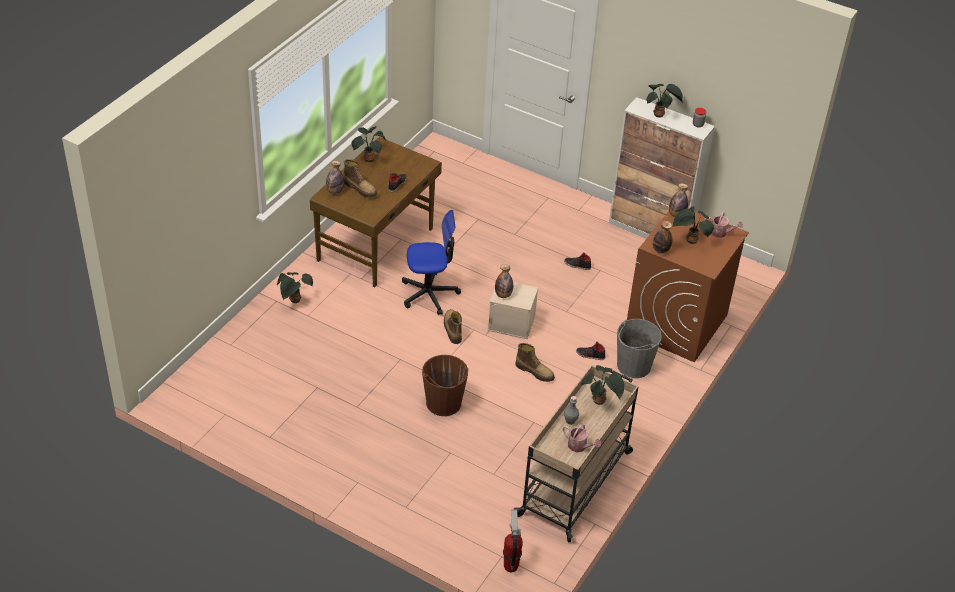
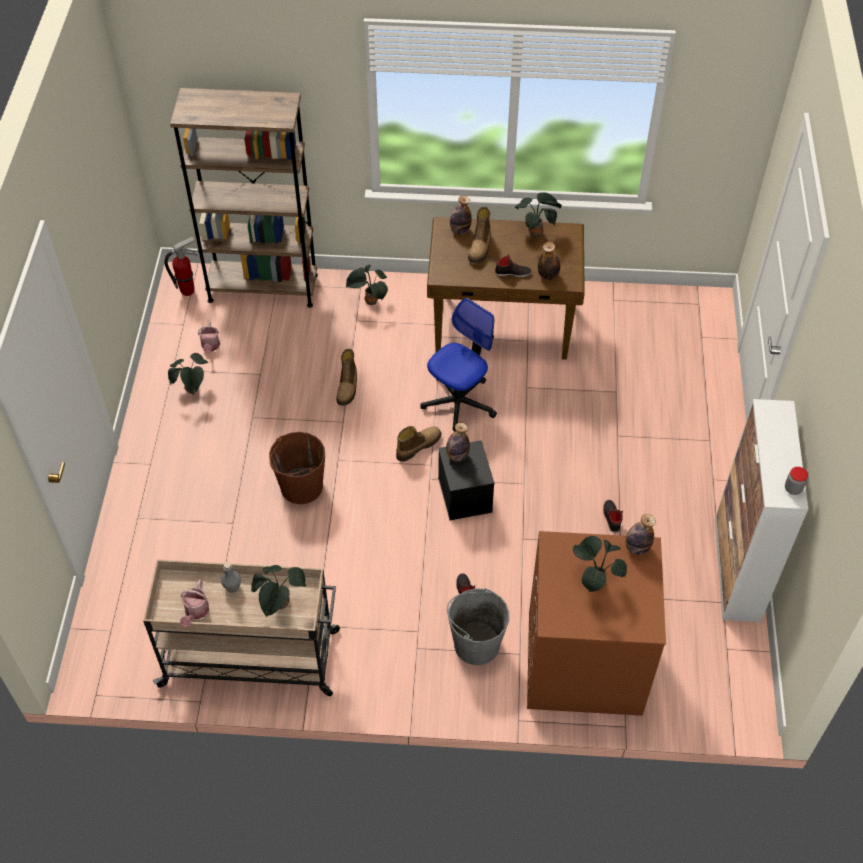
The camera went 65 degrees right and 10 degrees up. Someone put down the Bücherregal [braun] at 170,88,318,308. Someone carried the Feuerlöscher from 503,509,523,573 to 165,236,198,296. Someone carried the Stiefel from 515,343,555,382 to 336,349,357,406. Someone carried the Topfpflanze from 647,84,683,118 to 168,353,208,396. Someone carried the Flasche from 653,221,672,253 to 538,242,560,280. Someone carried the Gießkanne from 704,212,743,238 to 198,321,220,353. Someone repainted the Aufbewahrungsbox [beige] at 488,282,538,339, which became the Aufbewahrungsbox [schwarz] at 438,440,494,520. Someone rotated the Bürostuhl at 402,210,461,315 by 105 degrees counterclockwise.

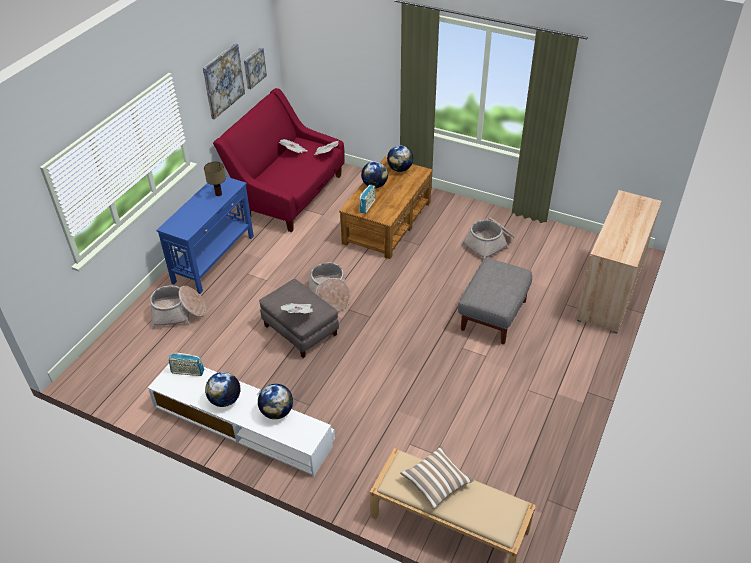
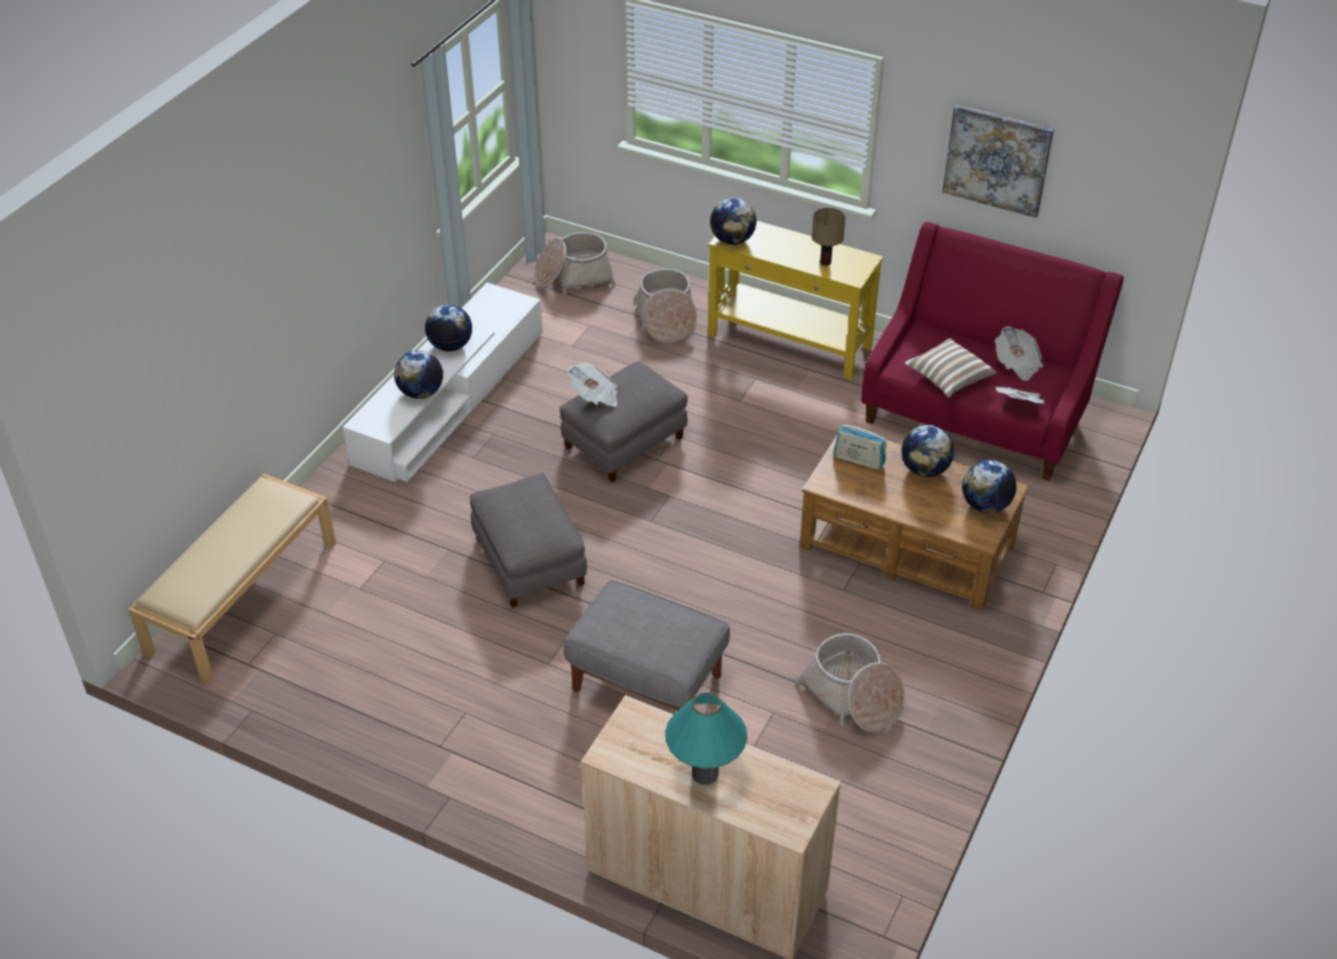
The camera went 90 degrees right and 0 degrees up. Someone took away the Radio at 169,352,204,376. Someone took away the Bild at 244,47,267,89. Someone put down the Polsterhocker [grau] at 470,473,587,608. Someone put down the Tischlampe [türkis] at 665,693,747,785. Someone put down the Globus at 710,198,757,245. Someone carried the Korb from 307,263,350,312 to 534,232,616,294. Someone carried the Kissen from 400,446,474,509 to 904,338,997,397. Someone repainted the Konsolentisch [blau] at 156,176,254,294, which became the Konsolentisch [gelb] at 708,221,883,379.

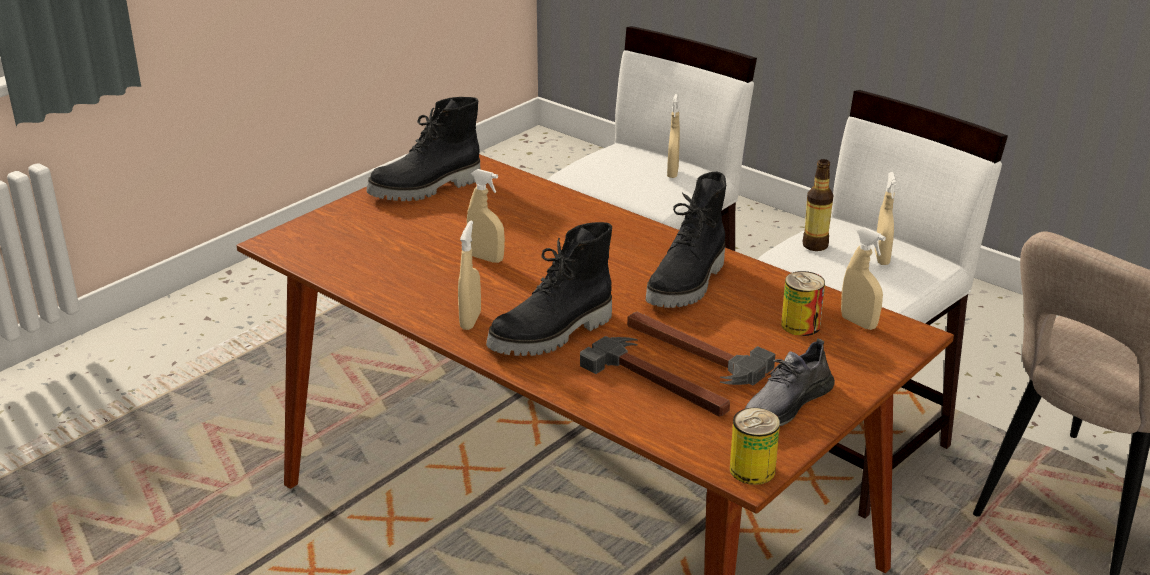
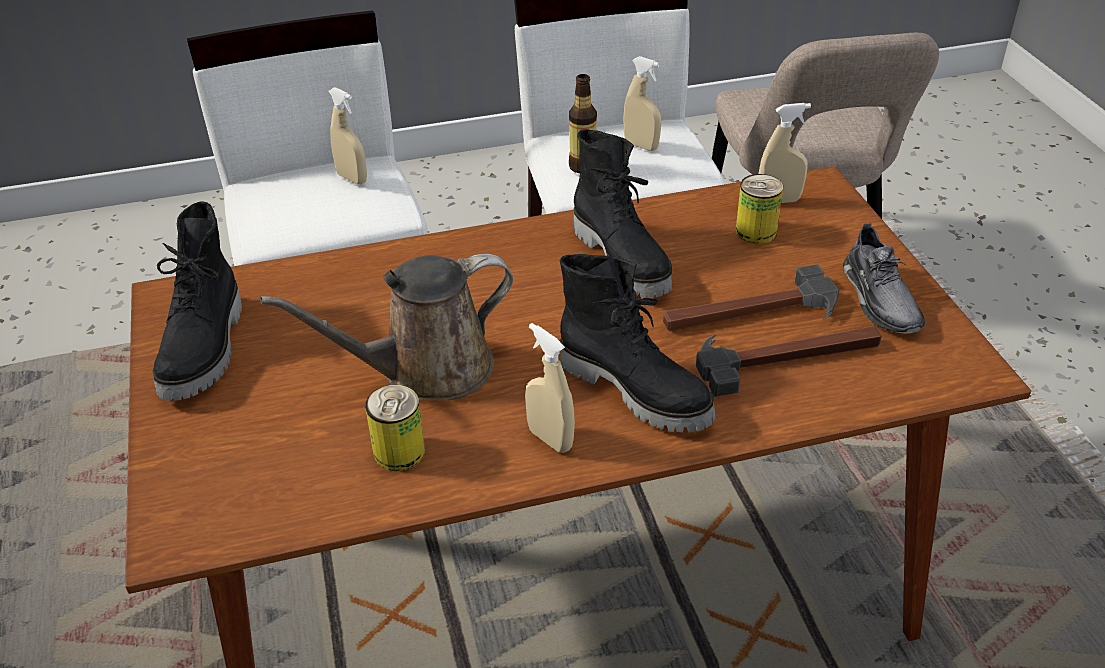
The camera went 55 degrees left and 10 degrees up. Someone carried the Dose from 730,408,780,485 to 365,385,425,471. Someone swapped the Sprühflasche [beige] at 467,169,505,263 for the Gießkanne [braun] at 260,254,513,400. Someone rotated the Stiefel [schwarz] at 486,222,612,356 by 45 degrees counterclockwise.

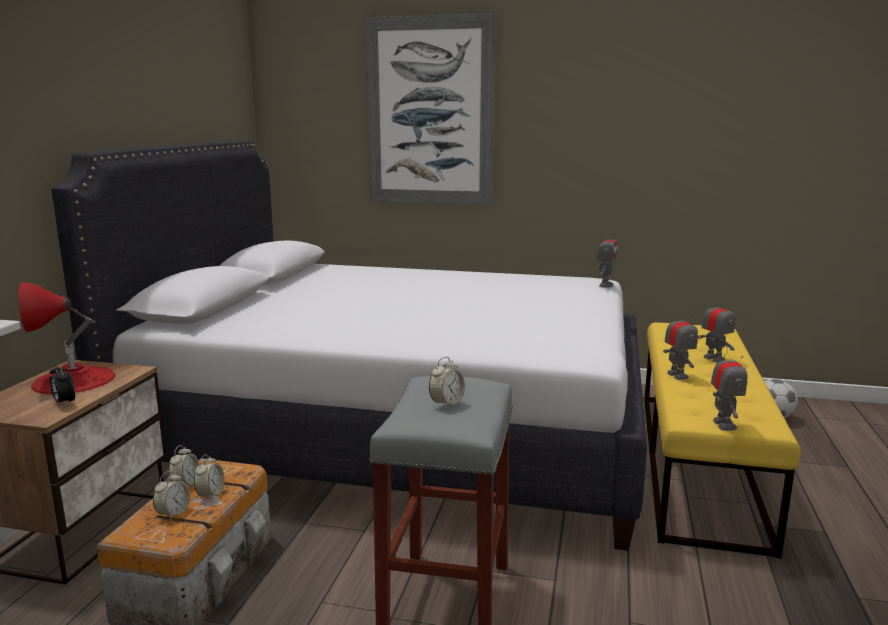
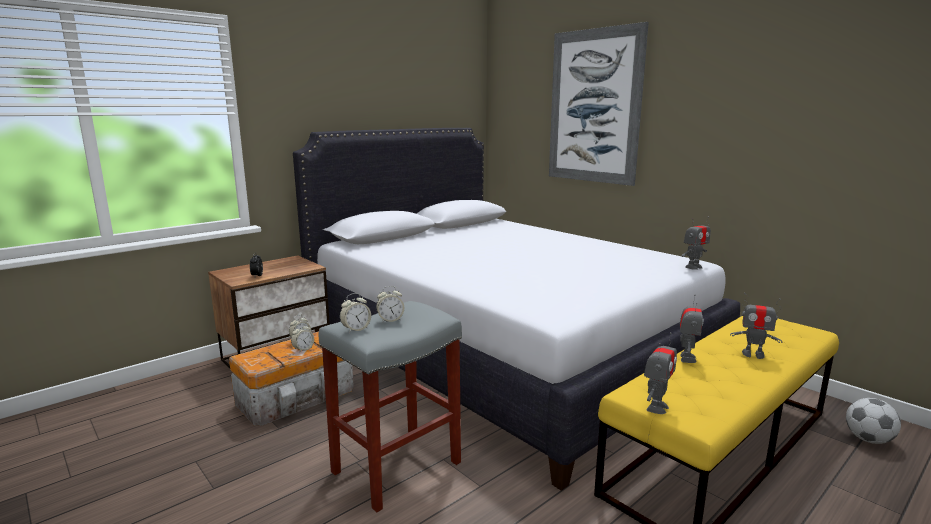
The camera went 35 degrees right and 0 degrees up. Someone took away the Tischlampe [rot] at 19,282,116,395. Someone carried the Wecker from 153,471,190,521 to 340,293,371,333. Someone rotated the Spielzeugroboter at 698,296,735,363 by 105 degrees clockwise.

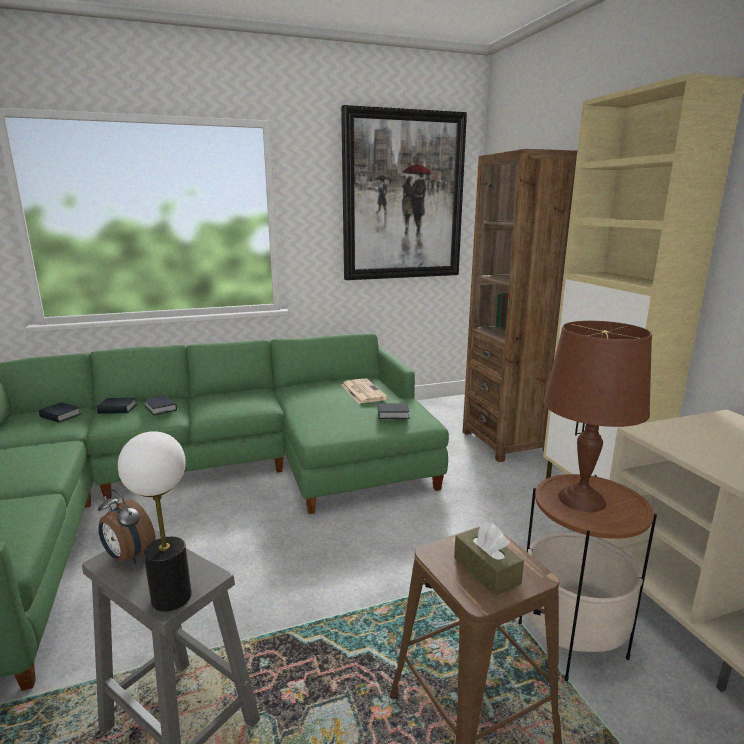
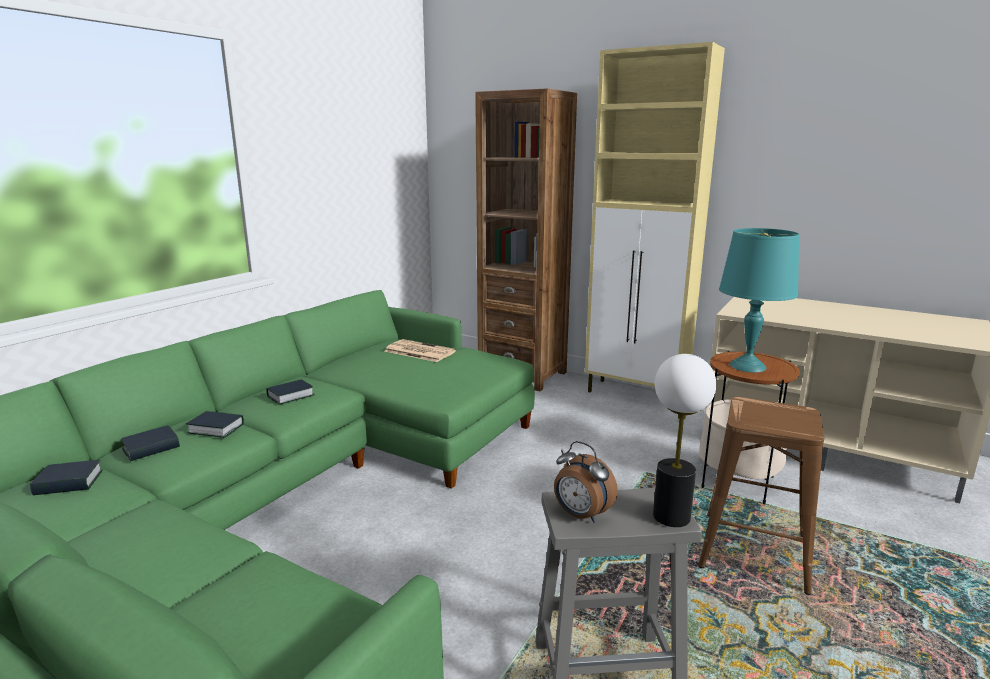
The camera went 40 degrees left and 0 degrees up. Someone took away the Bild at 341,105,467,280. Someone took away the Taschentuchbox [braun] at 454,521,524,596. Someone carried the Buch from 378,403,410,419 to 266,379,315,405. Someone repainted the Tischlampe [braun] at 544,321,652,512, which became the Tischlampe [türkis] at 719,228,799,373. Someone rotated the Wecker at 98,489,156,565 by 45 degrees clockwise.

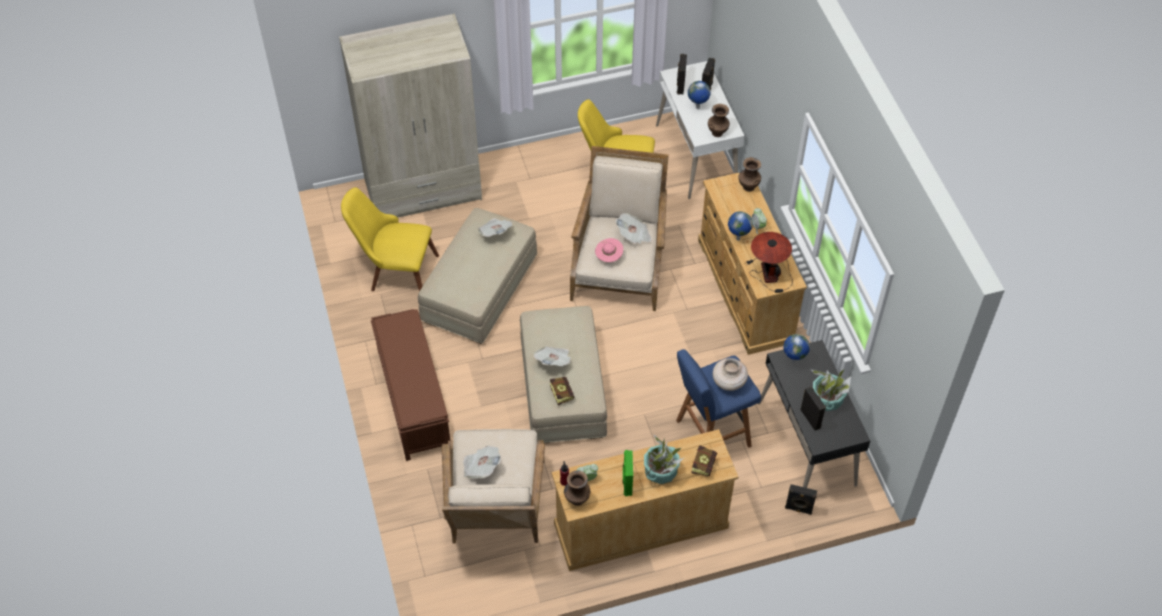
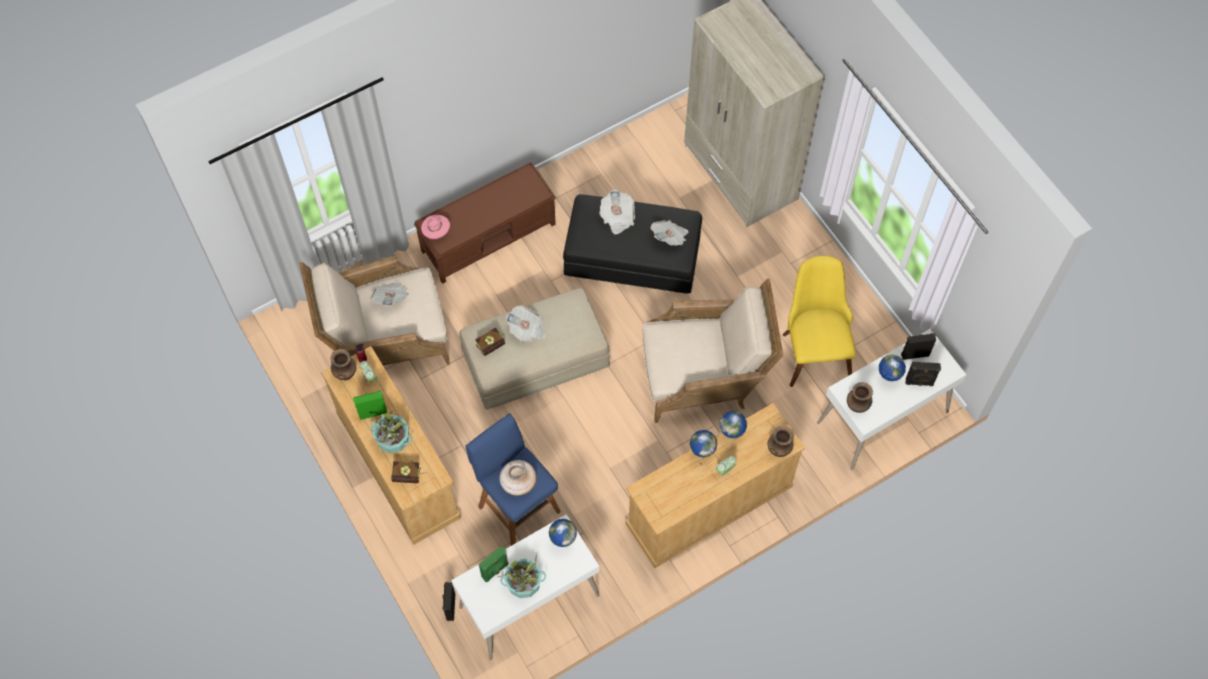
The camera went 75 degrees right and 10 degrees up. Someone took away the Stuhl [gelb] at 341,187,439,291. Someone took away the Tischlampe at 744,232,793,293. Someone put down the Globus at 720,411,747,438. Someone carried the Hut [rosa] from 595,238,623,262 to 421,215,450,239. Someone carried the Zeitung from 615,213,652,244 to 599,190,635,235. Someone repainted the Polsterhocker [beige] at 418,208,537,344, which became the Polsterhocker [schwarz] at 563,194,702,294. Someone repainted the Schreibtisch [schwarz] at 758,340,870,488, which became the Schreibtisch [weiß] at 451,514,599,660. Someone repainted the Lautsprecher [schwarz] at 801,386,826,431, which became the Lautsprecher [grün] at 479,546,508,582.

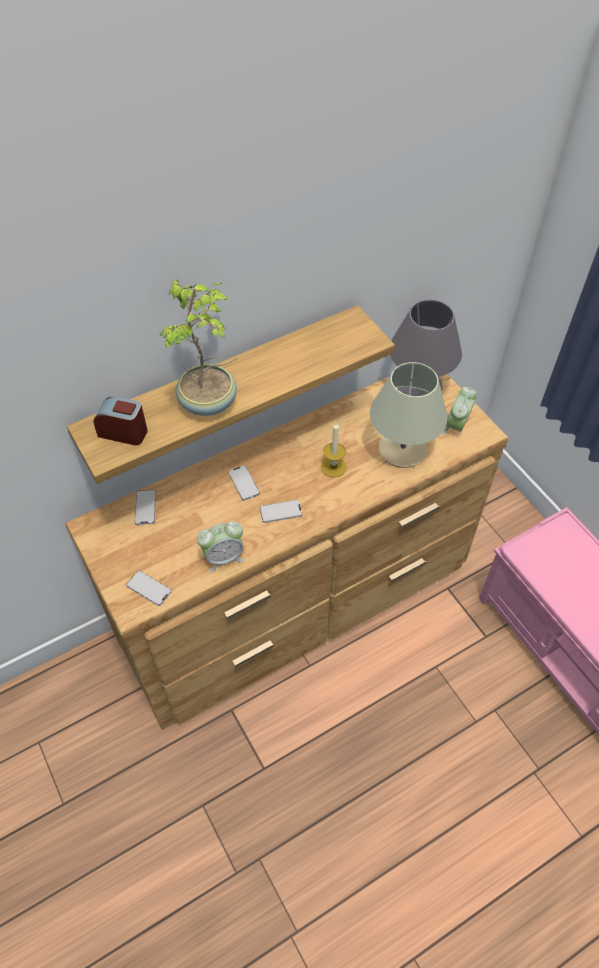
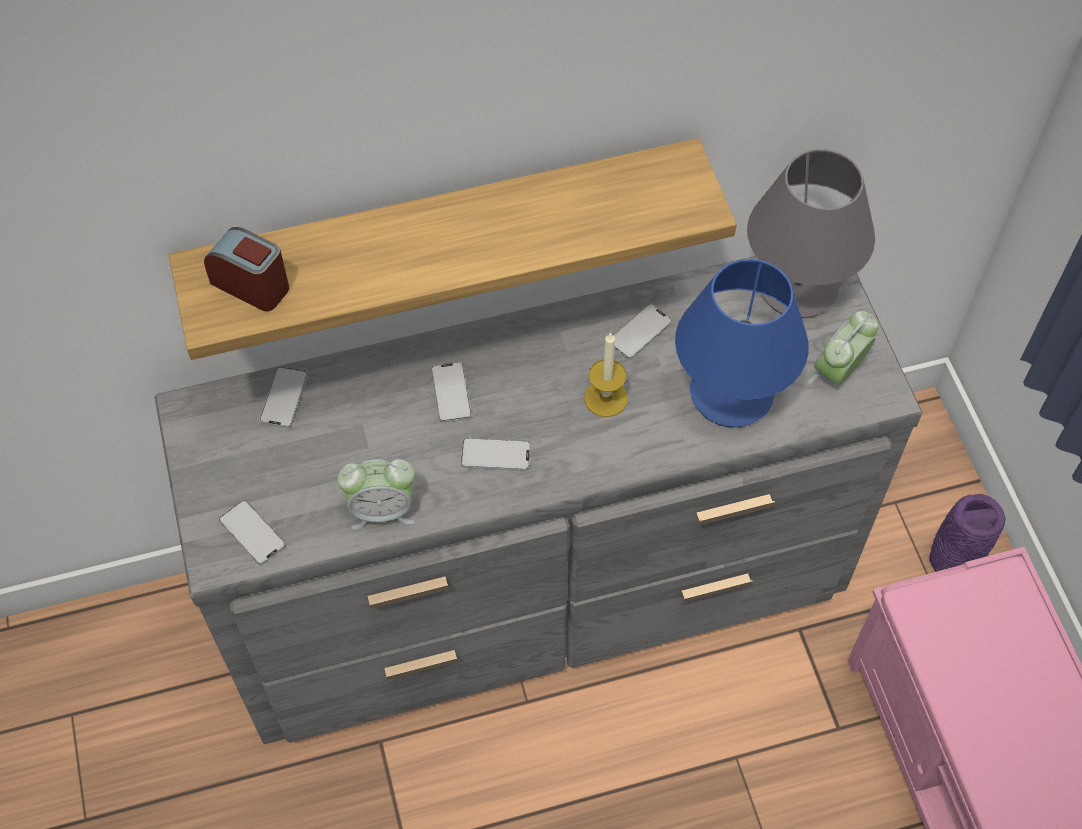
The camera went 15 degrees right and 5 degrees up. Someone took away the Topfpflanze at 158,280,237,416. Someone put down the Handy at 613,304,672,360. Someone put down the Vase [lila] at 929,494,1006,572. Someone repainted the Kommode [braun] at 65,374,508,729, which became the Kommode [grau] at 155,256,923,744. Someone repainted the Tischlampe [beige] at 370,362,448,468, which became the Tischlampe [blau] at 675,259,809,428.

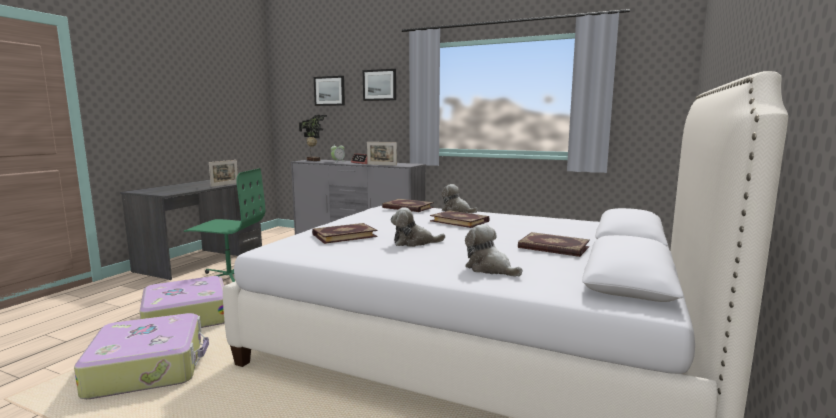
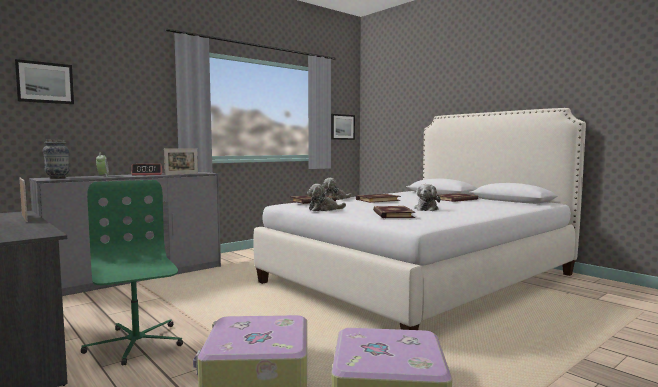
The camera went 65 degrees left and 5 degrees down. Someone carried the Bild from 363,69,396,101 to 331,114,355,140. Someone carried the Plüschtier from 465,224,523,277 to 307,184,346,211. Someone swapped the Topfpflanze at 299,115,327,161 for the Vase at 43,140,69,179. Someone rotated the Bürostuhl [grün] at 184,168,265,282 by 60 degrees counterclockwise.

